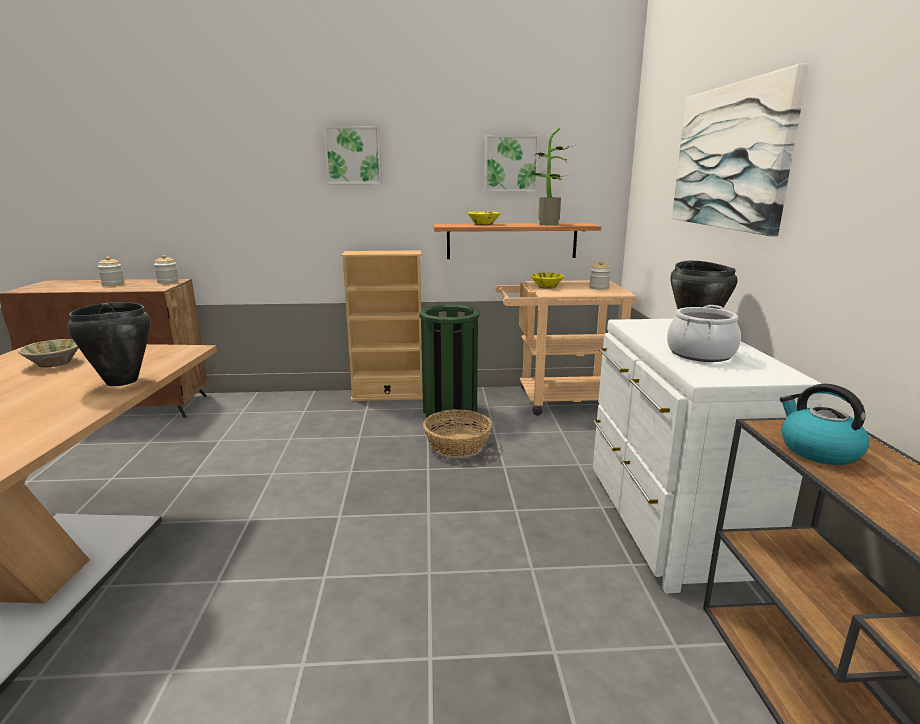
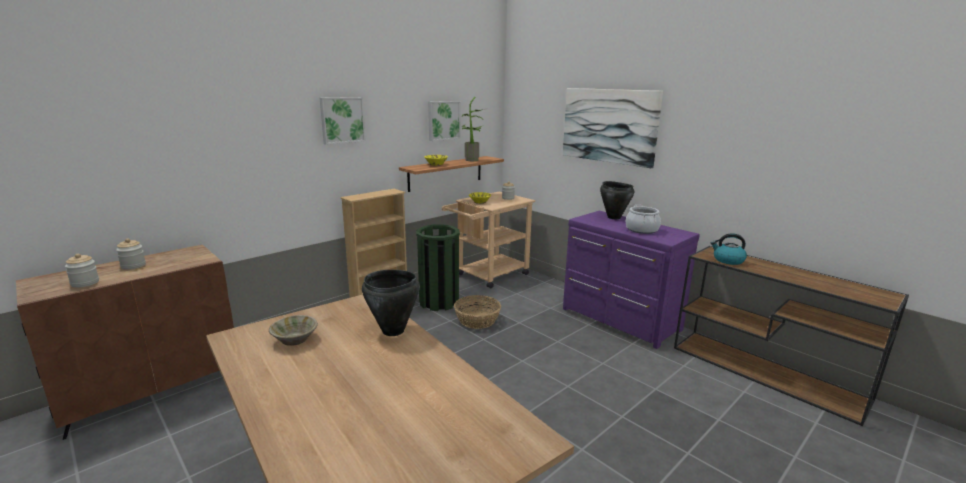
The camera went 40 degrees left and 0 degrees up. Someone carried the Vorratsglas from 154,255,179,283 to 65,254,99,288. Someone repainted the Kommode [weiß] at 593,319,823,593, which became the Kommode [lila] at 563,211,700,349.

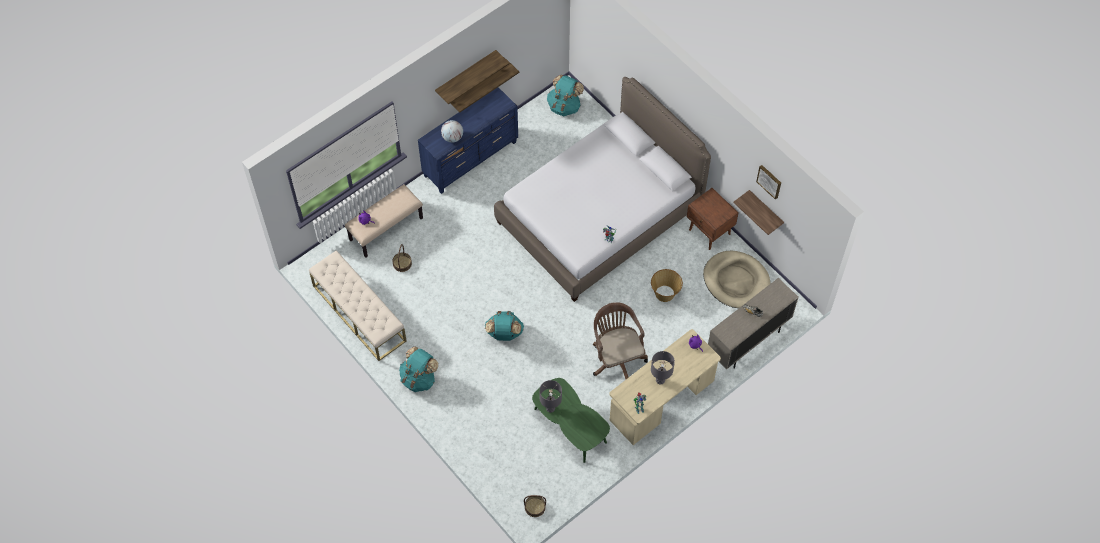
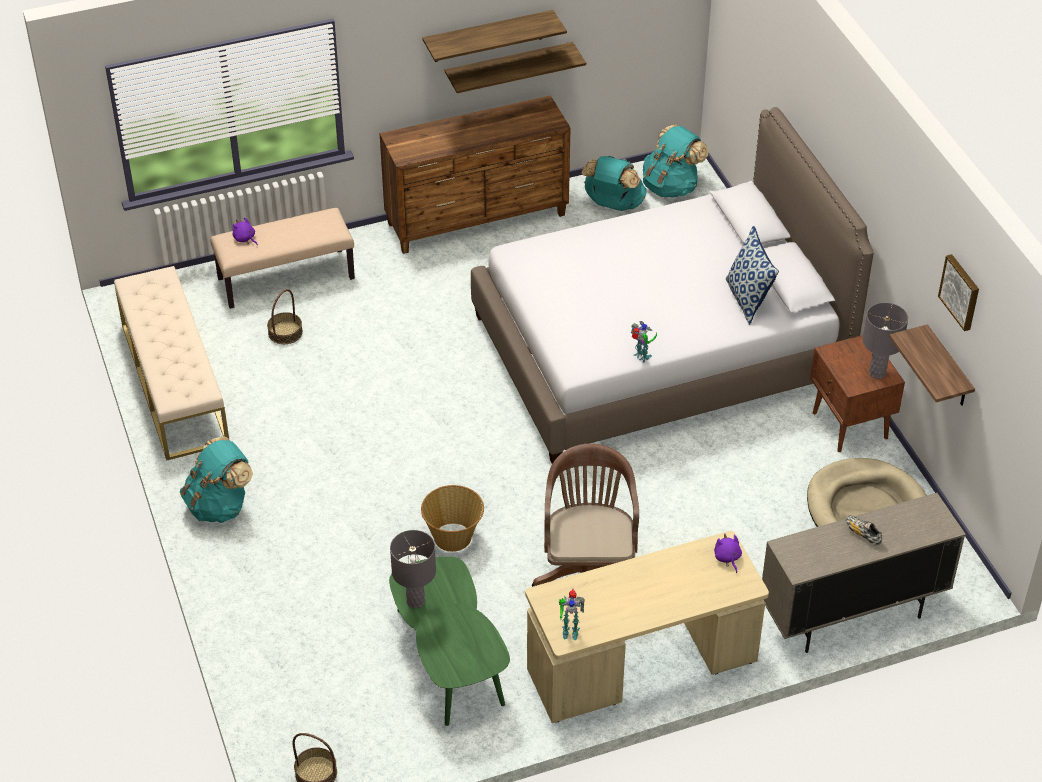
The camera went 20 degrees right and 15 degrees down. Someone took away the Globus at 441,120,463,143. Someone put down the Kissen at 726,226,779,325. Someone carried the Rucksack [türkis] from 485,311,524,341 to 581,155,647,211. Someone carried the Korb from 651,269,683,302 to 421,485,484,552. Someone carried the Tischlampe [grau] from 651,351,675,384 to 863,303,908,379. Someone repainted the Kommode [blau] at 418,87,518,194, which became the Kommode [braun] at 379,95,571,254.

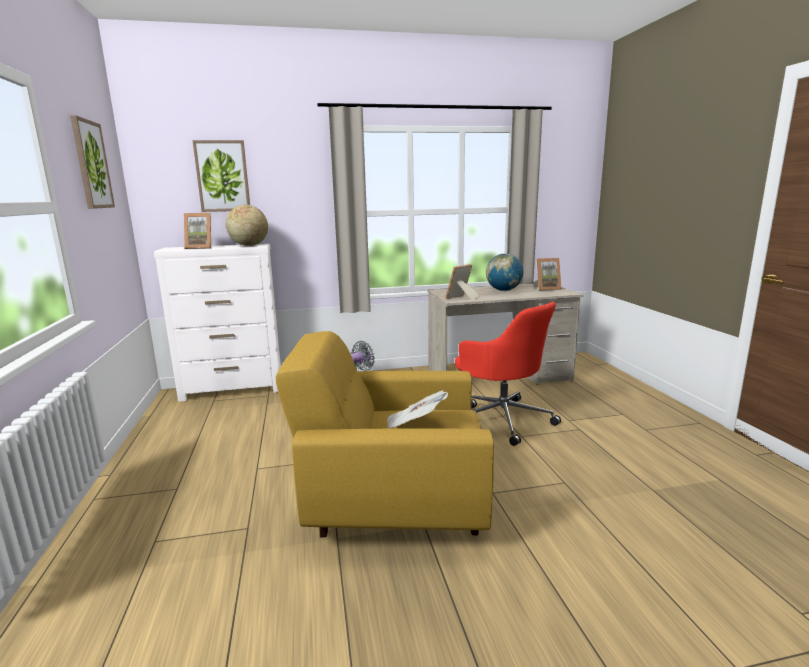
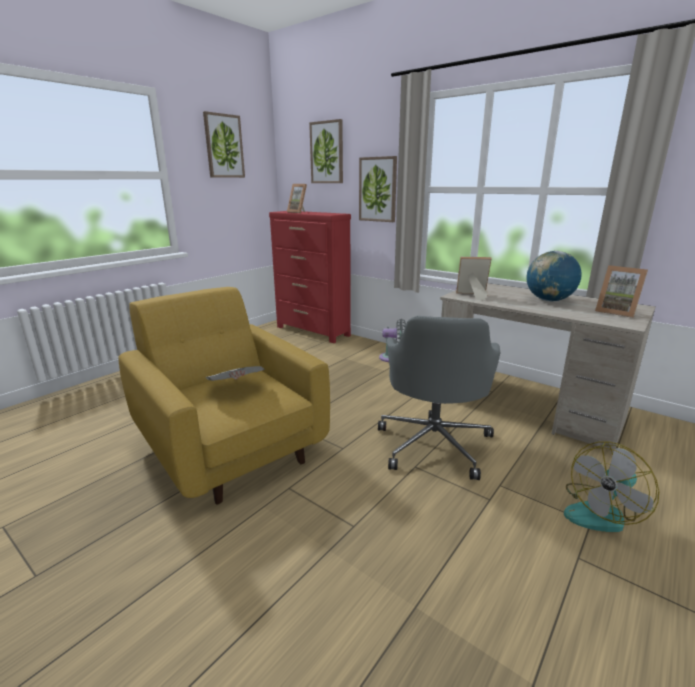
The camera went 50 degrees right and 5 degrees up. Someone took away the Globus at 226,205,268,246. Someone put up the Bild at 359,156,397,222. Someone put down the Ventilator at 564,441,659,532. Someone repainted the Kommode [weiß] at 154,244,281,402, which became the Kommode [rot] at 269,211,351,343. Someone repainted the Bürostuhl [rot] at 455,302,561,446, which became the Bürostuhl [grau] at 378,316,500,480.

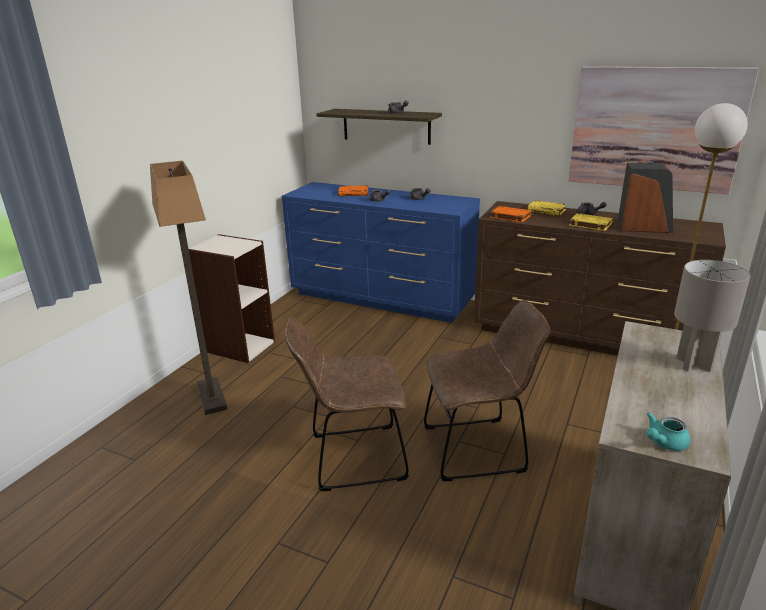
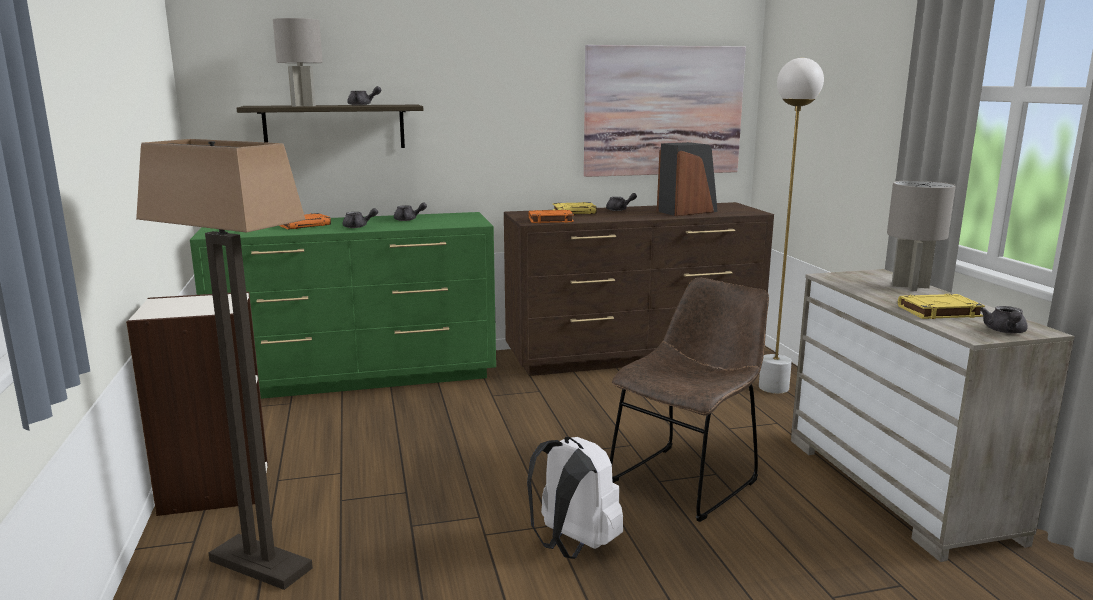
The camera went 40 degrees left and 10 degrees down. Someone put down the Tischlampe [grau] at 273,18,323,107. Someone carried the Buch [gelb] from 569,213,613,231 to 898,294,985,319. Someone swapped the Stuhl [braun] at 285,317,409,491 for the Rucksack [weiß] at 527,437,623,559. Someone repainted the Kommode [blau] at 282,182,480,323, which became the Kommode [grün] at 190,212,496,399. Someone repainted the Teekanne [türkis] at 646,412,691,451, which became the Teekanne [grau] at 980,306,1028,334.

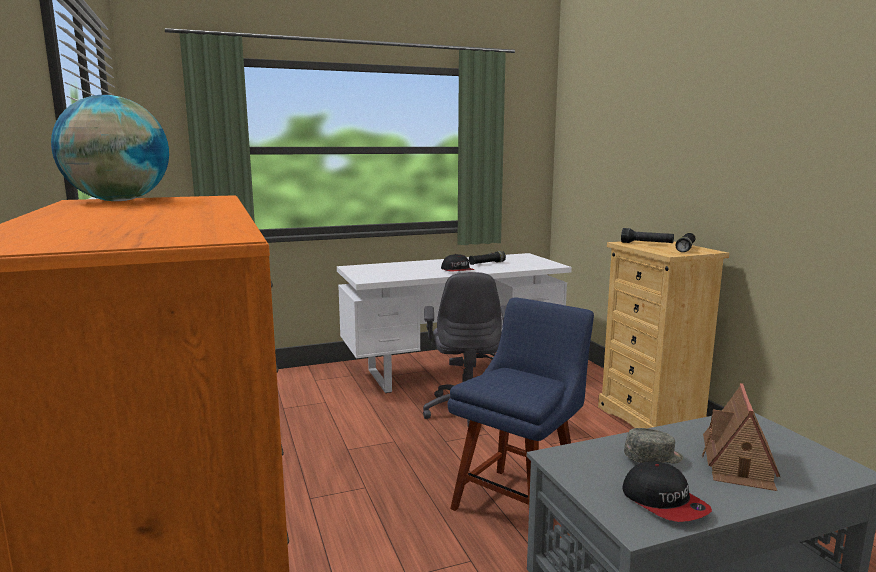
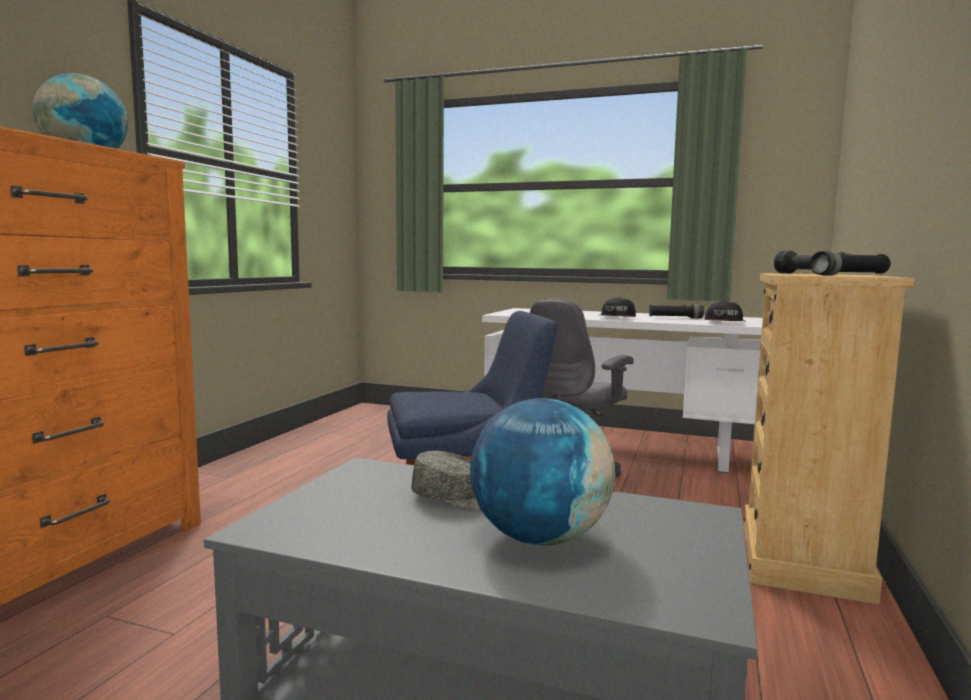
The camera went 40 degrees right and 5 degrees down. Someone carried the Kappe from 622,461,712,522 to 704,301,744,321. Someone swapped the Spielzeughaus at 702,383,780,491 for the Globus at 470,398,615,546.

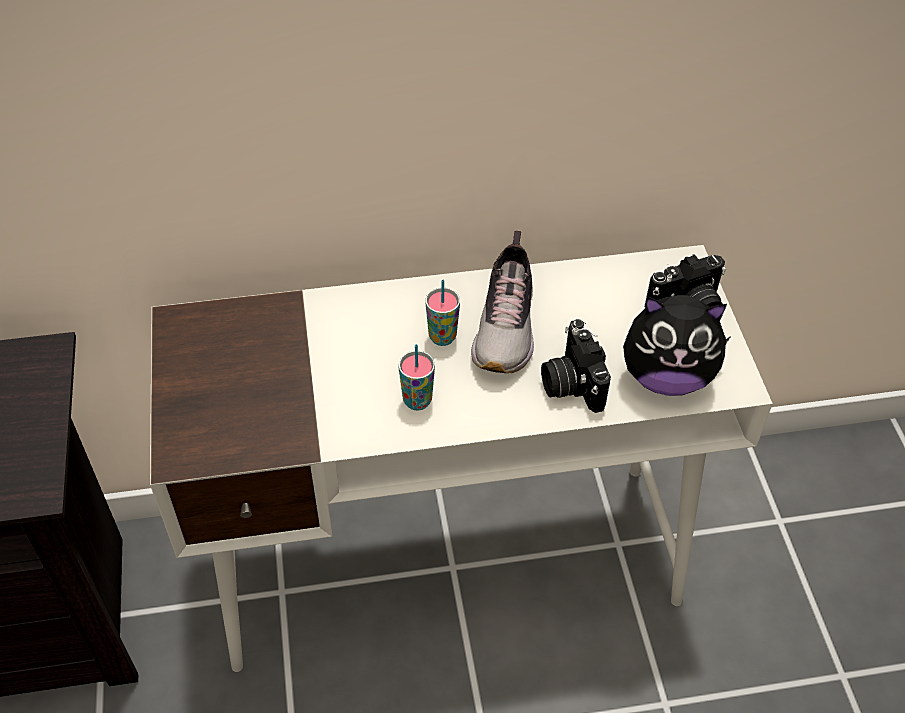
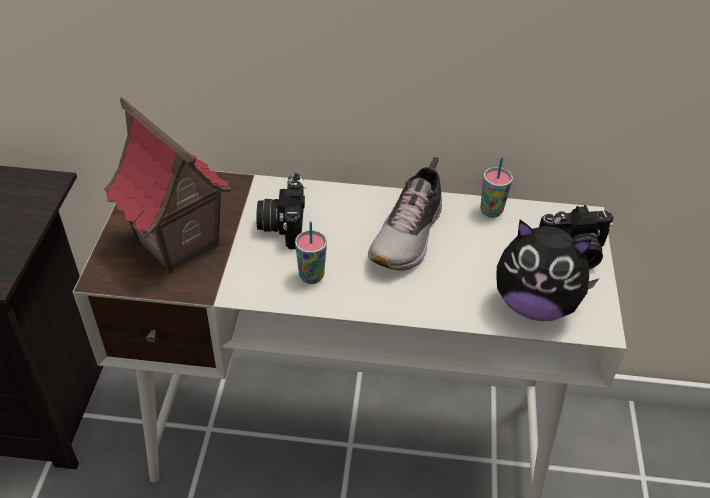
The camera went 15 degrees right and 5 degrees down. Someone put down the Spielzeughaus at 103,97,232,273. Someone carried the Tasse from 426,280,460,346 to 480,157,513,218. Someone carried the Kamera from 541,319,611,413 to 256,173,307,249.

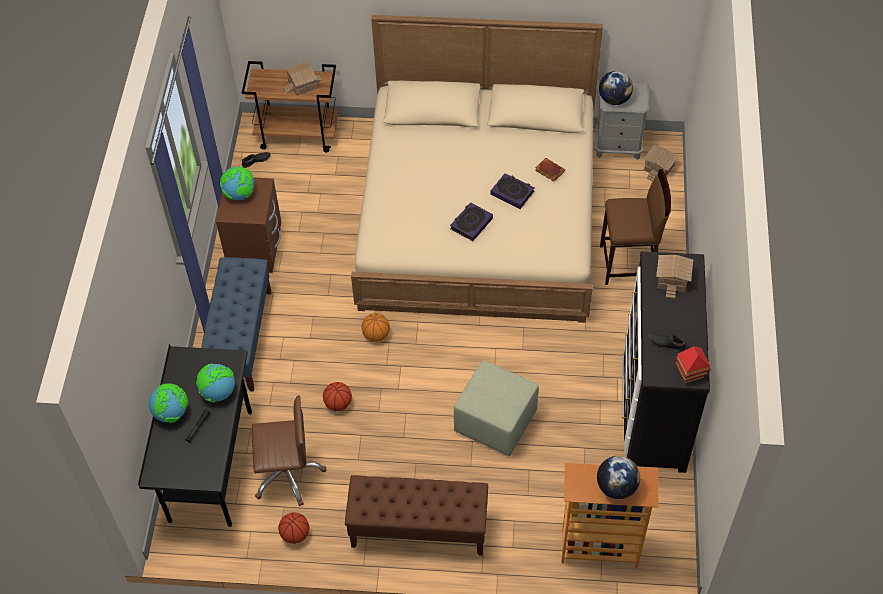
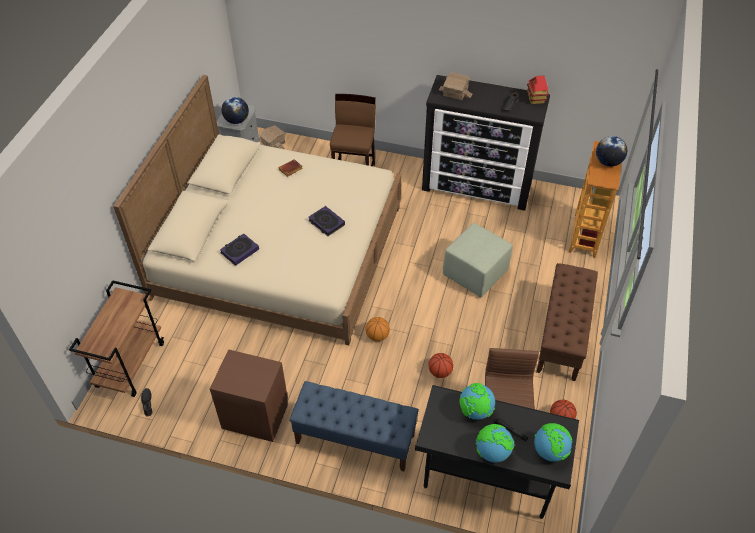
The camera went 80 degrees left and 5 degrees down. Someone took away the Spielzeughaus at 284,61,322,95. Someone carried the Globus from 220,167,254,200 to 534,423,573,462. Someone carried the Buch from 491,173,535,209 to 220,234,259,266.

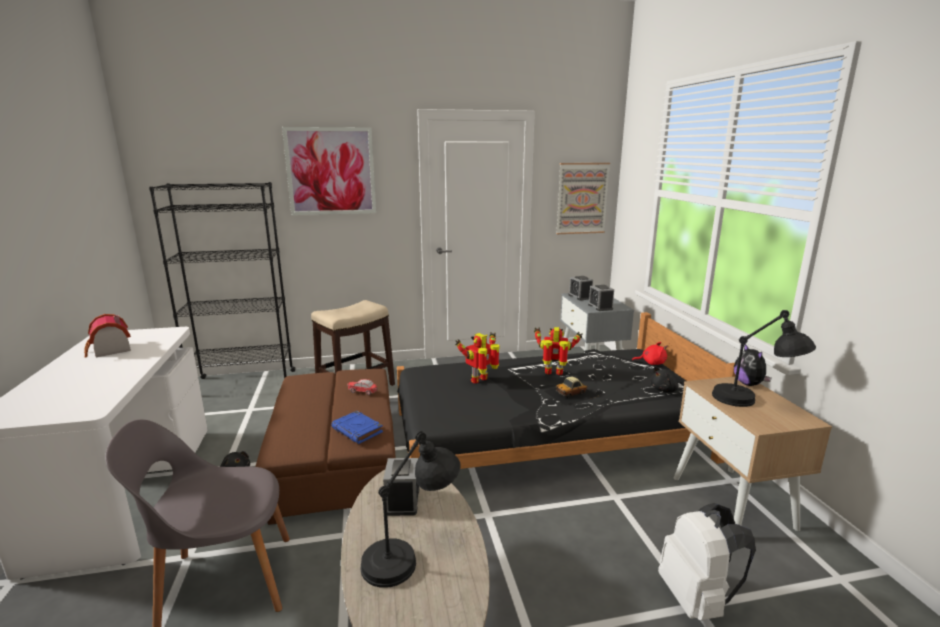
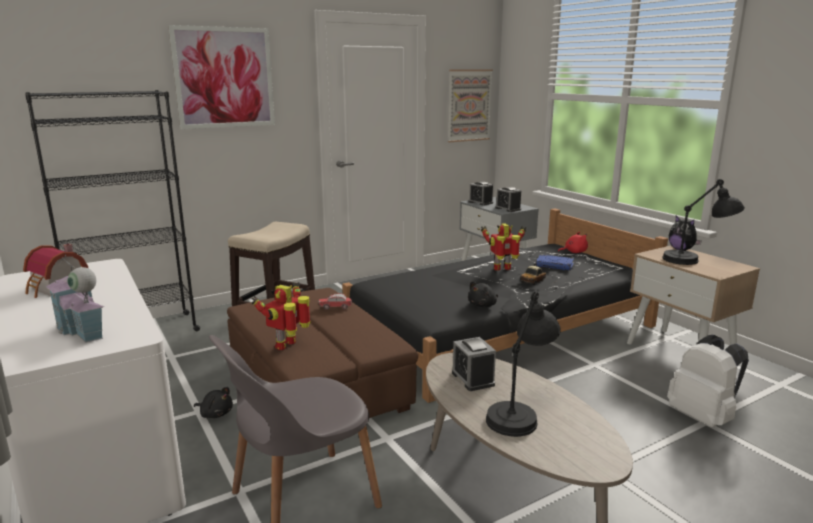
The camera went 20 degrees left and 0 degrees up. Someone put down the Spielzeughaus at 45,255,105,343. Someone carried the Buch [blau] from 331,411,383,444 to 536,254,574,271. Someone carried the Spielzeugroboter from 455,332,500,384 to 252,282,311,350. Someone carried the Plüschtier [schwarz] from 650,366,682,392 to 468,281,498,307.

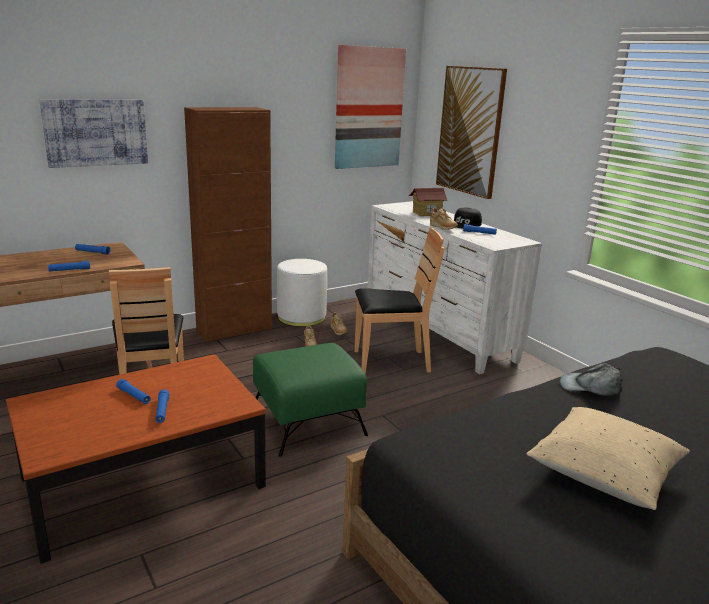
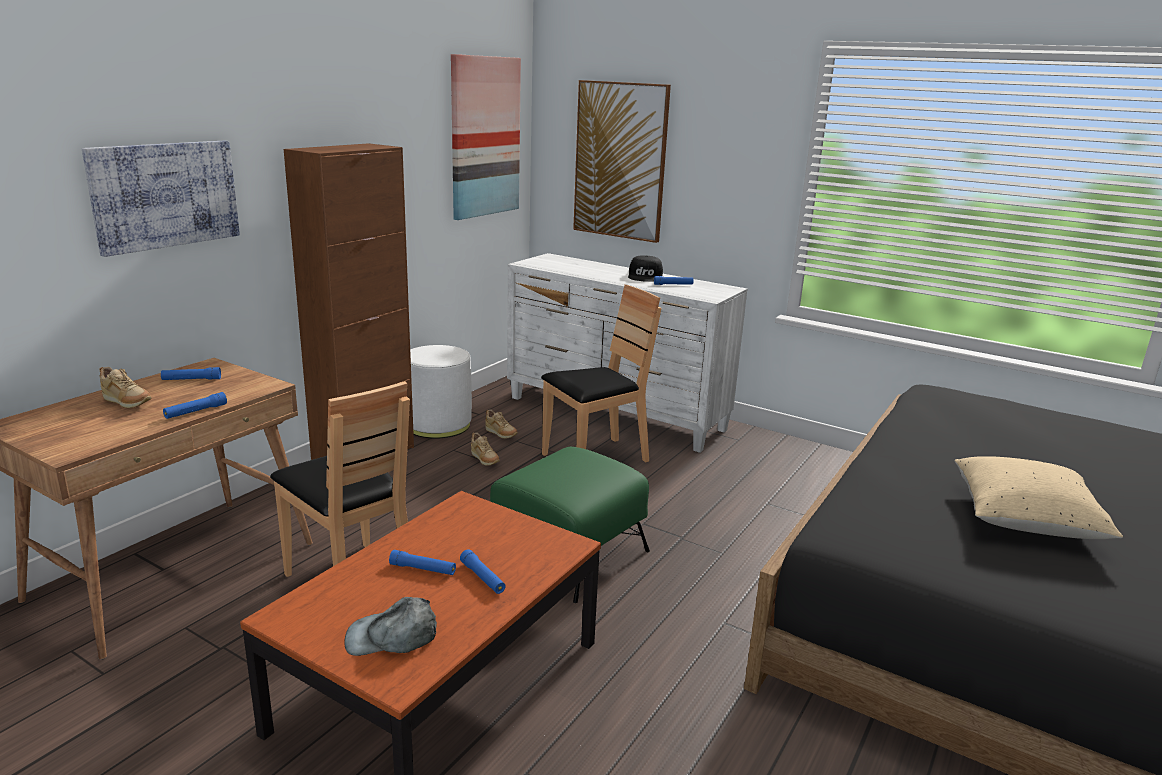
The camera went 25 degrees left and 0 degrees up. Someone took away the Spielzeughaus at 409,188,448,216. Someone carried the Schuh [beige] from 430,208,458,230 to 100,367,152,408. Someone carried the Kappe [grau] from 560,363,623,396 to 344,597,437,656.

